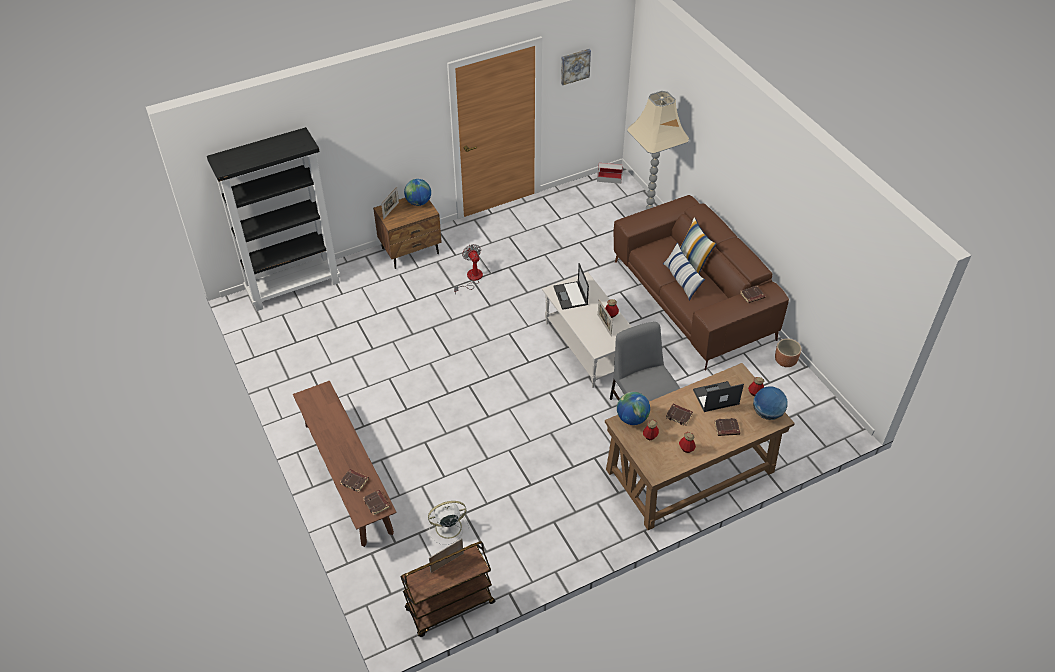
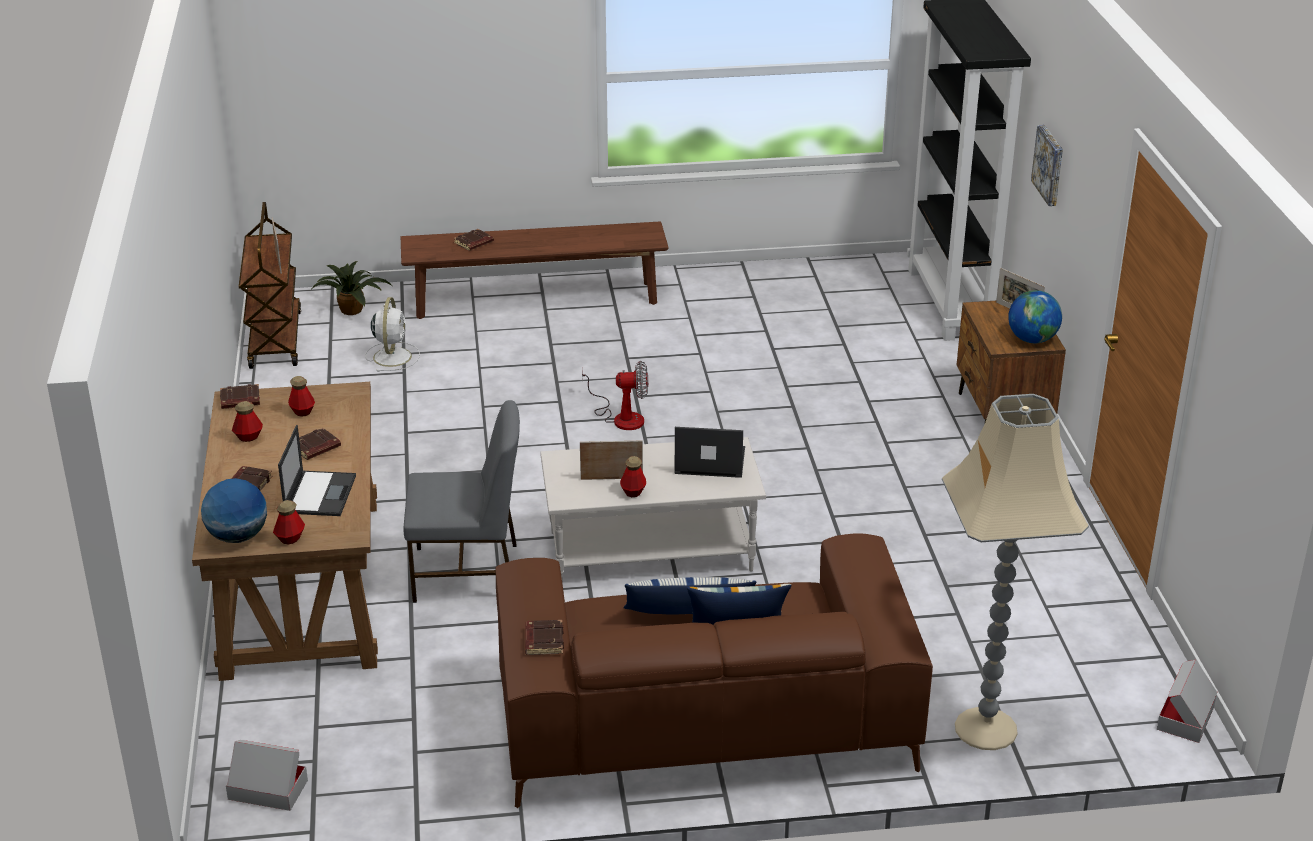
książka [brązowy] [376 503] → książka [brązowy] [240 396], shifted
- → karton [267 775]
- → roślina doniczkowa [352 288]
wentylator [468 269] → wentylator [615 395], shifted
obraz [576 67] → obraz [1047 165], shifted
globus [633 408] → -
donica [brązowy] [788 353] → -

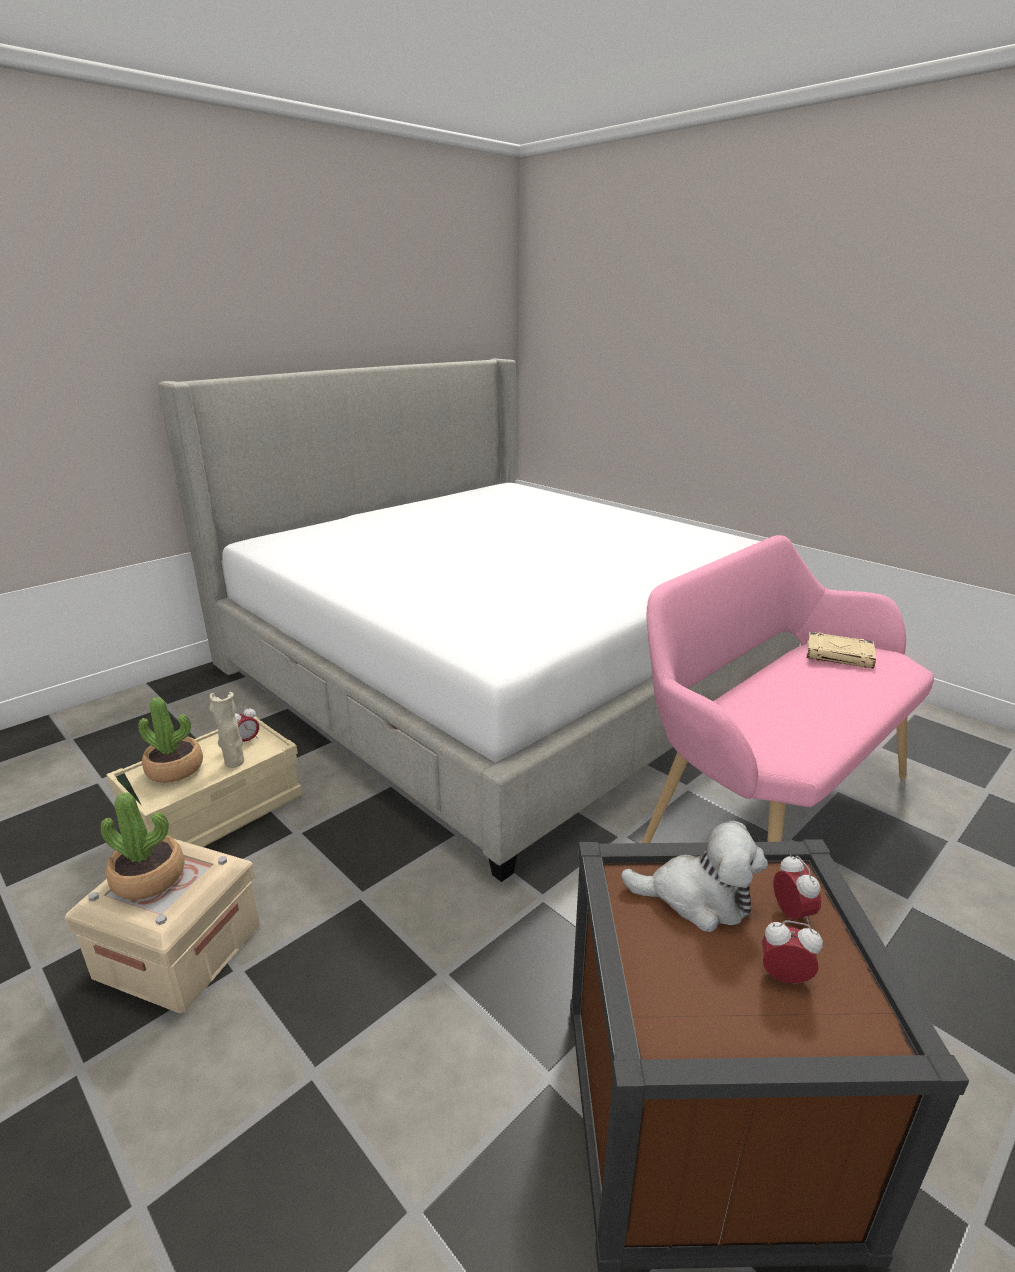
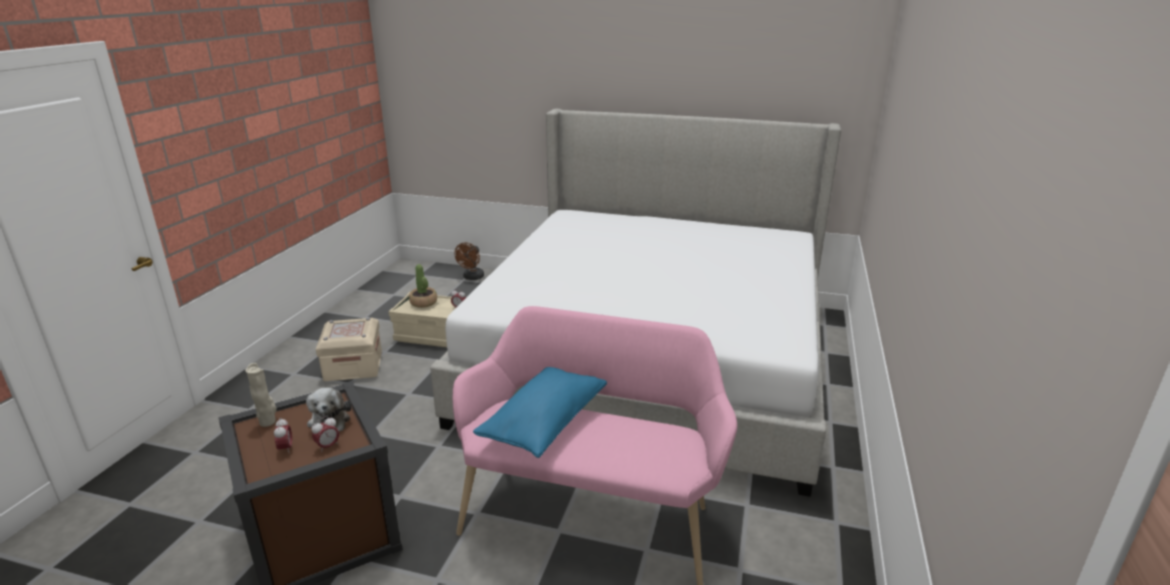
wazon [beżowy] [226 730] → wazon [beżowy] [261 395], shifted
- → wentylator [brązowy] [469 261]
- → poduszka [niebieski] [540 412]
roślina doniczkowa [143 846] → -
książka [beżowy] [841 650] → -

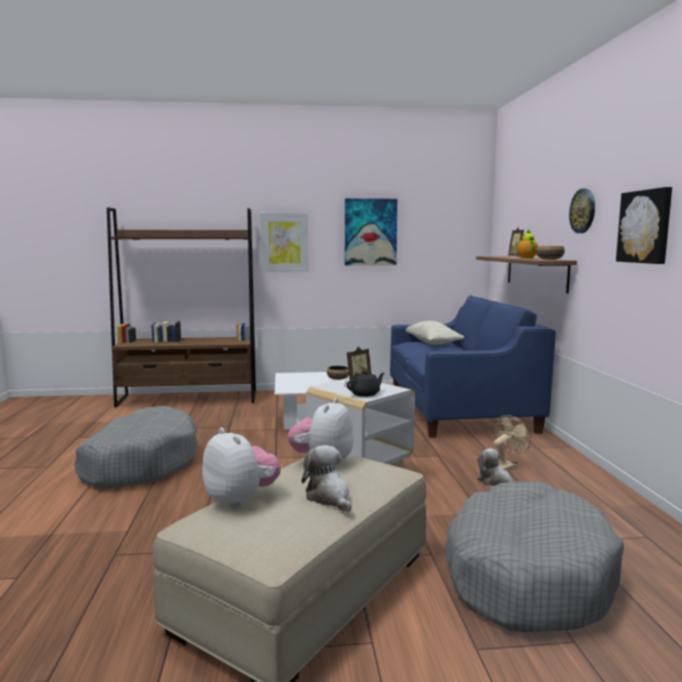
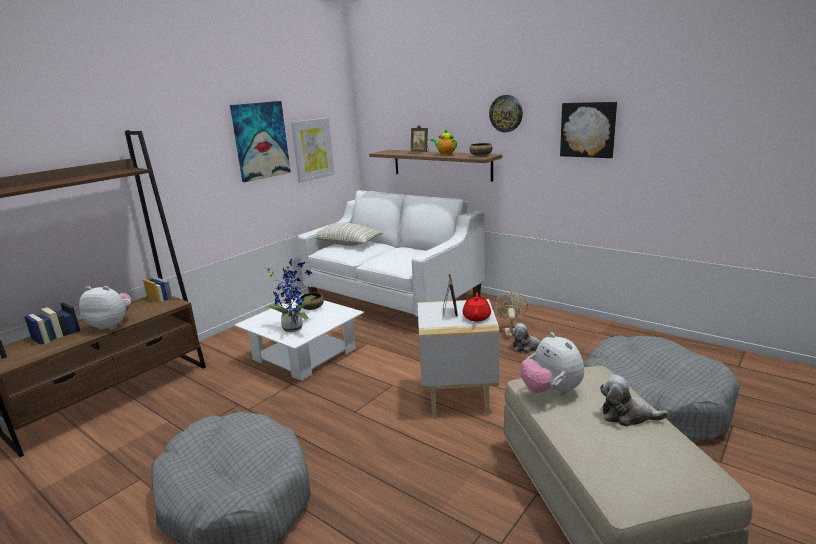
pluszak [241 468] → pluszak [105 308], shifted
- → roślina doniczkowa [290 295]
obraz [284 242] → obraz [312 150], shifted
kanapa [niebieski] [473 366] → kanapa [biały] [391 253]
imbryk [czarny] [365 384] → imbryk [czerwony] [477 307]

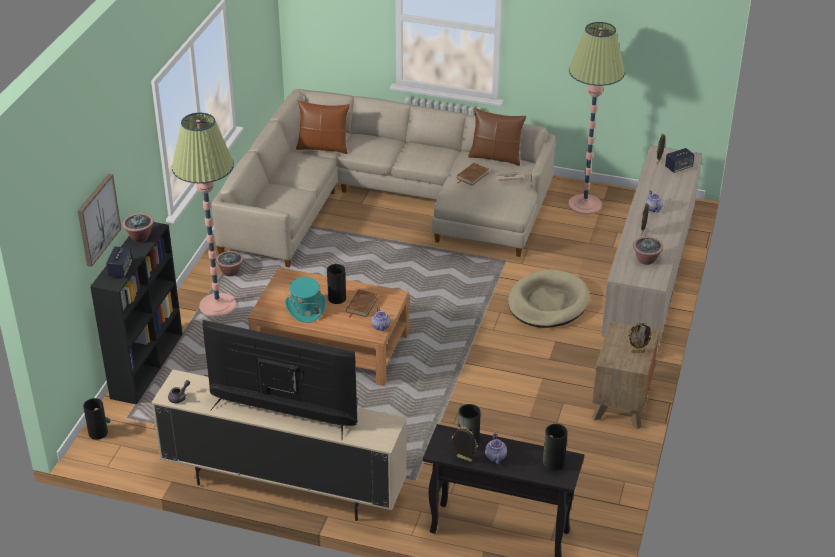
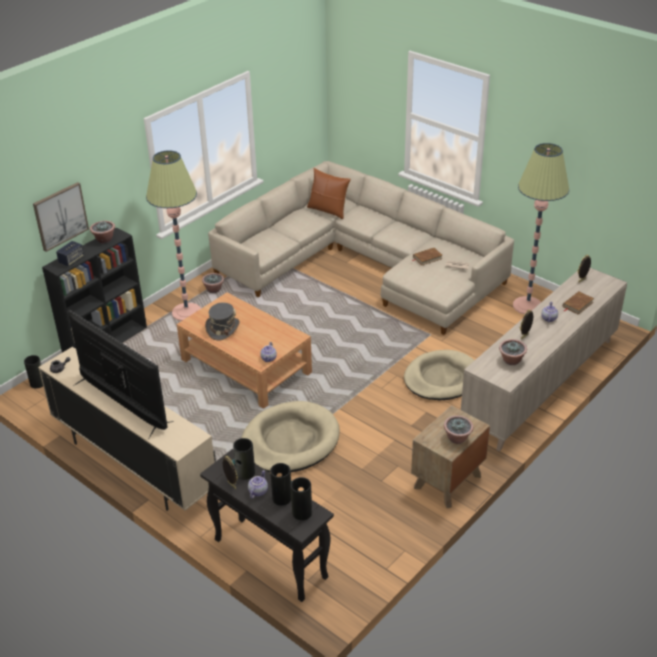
kapelusz [turkusowy] [305 300] → kapelusz [szary] [222 321]
- → legowisko [beżowy] [290 436]
wazon [336 284] → wazon [281 484], shifted
ramka na zdjęcie [640 337] → roślina doniczkowa [459 429]
książka [brązowy] [362 303] → książka [brązowy] [578 303], shifted
poduszka [brązowy] [497 137] → -
głośnik [679 160] → -

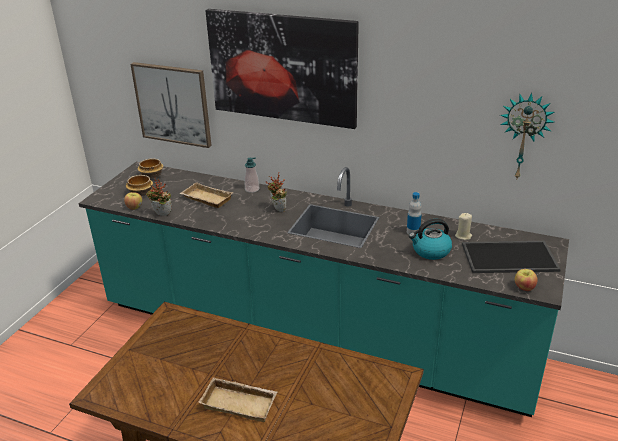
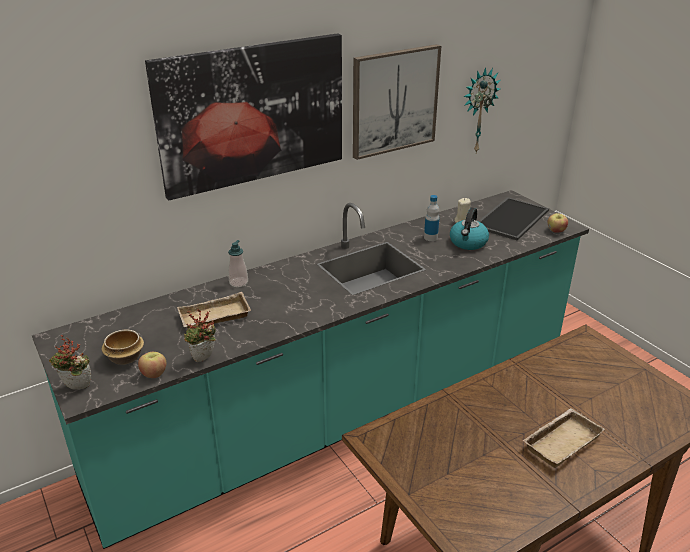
roślina doniczkowa [276 192] → roślina doniczkowa [70 362], shifted
obraz [171 105] → obraz [397 102], shifted
miska [150 168] → -

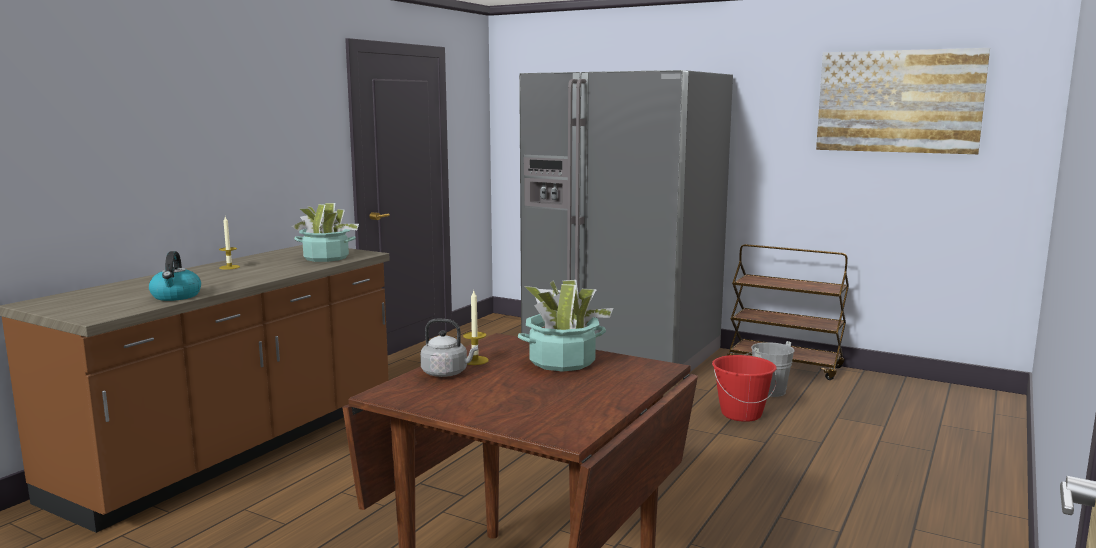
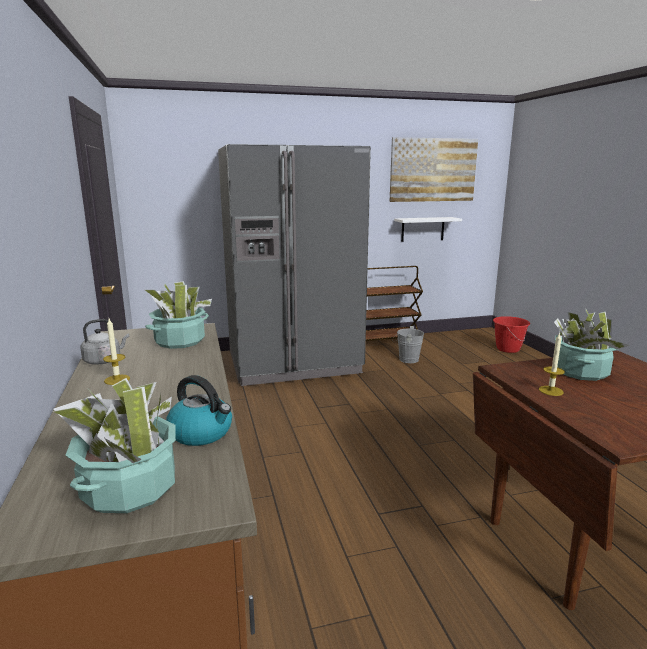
- → roślina doniczkowa [114 445]
czajnik [szary] [449 348] → czajnik [szary] [104 342], shifted
- → półka [biały] [428 229]
wiadro [czerwony] [744 388] → wiadro [czerwony] [511 334], shifted

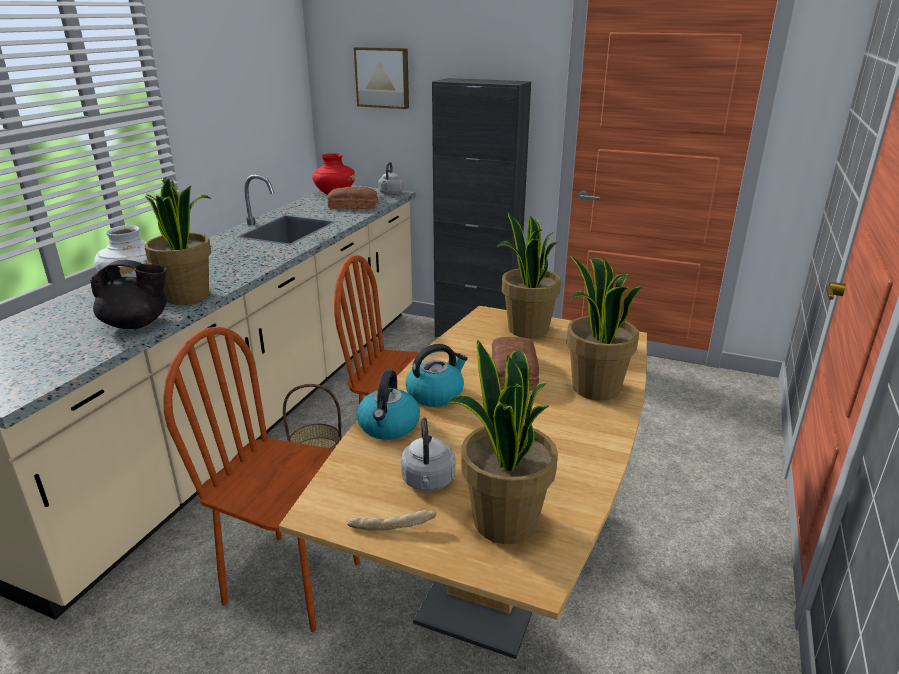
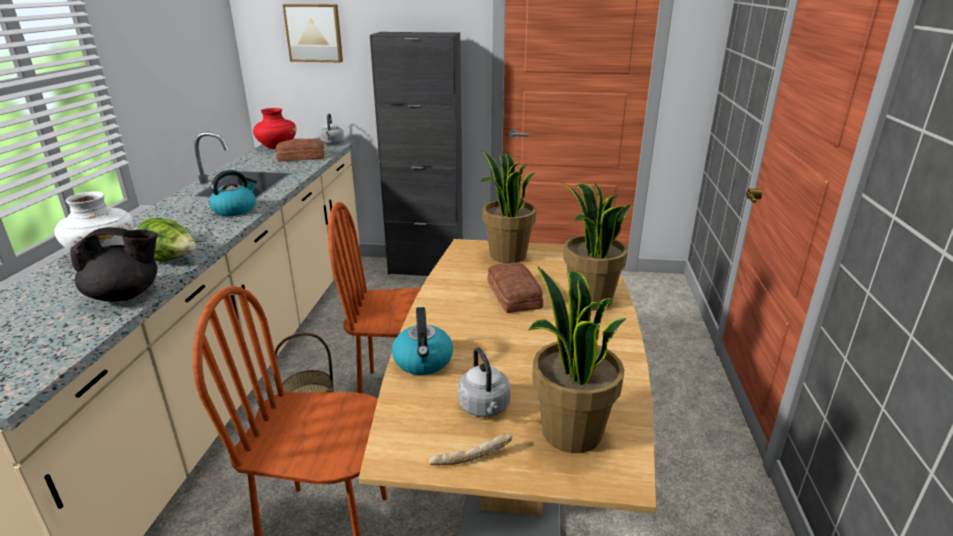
roślina doniczkowa [178 242] → sałata [166 239]
czajnik [436 375] → czajnik [233 193], shifted

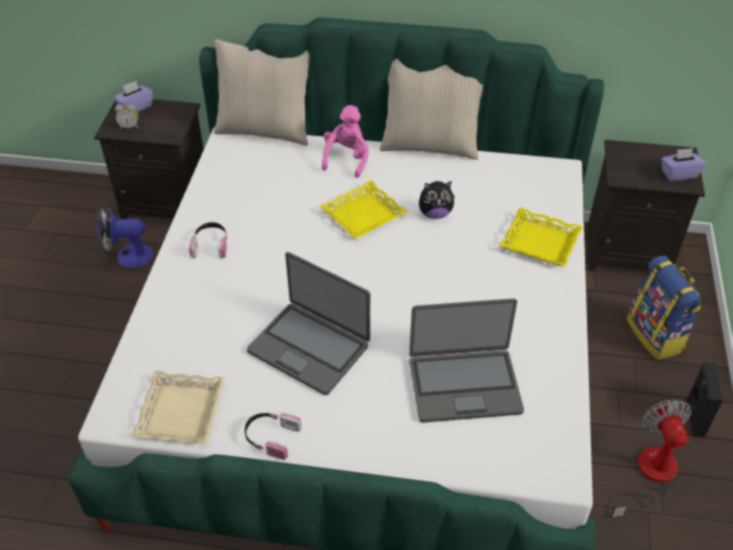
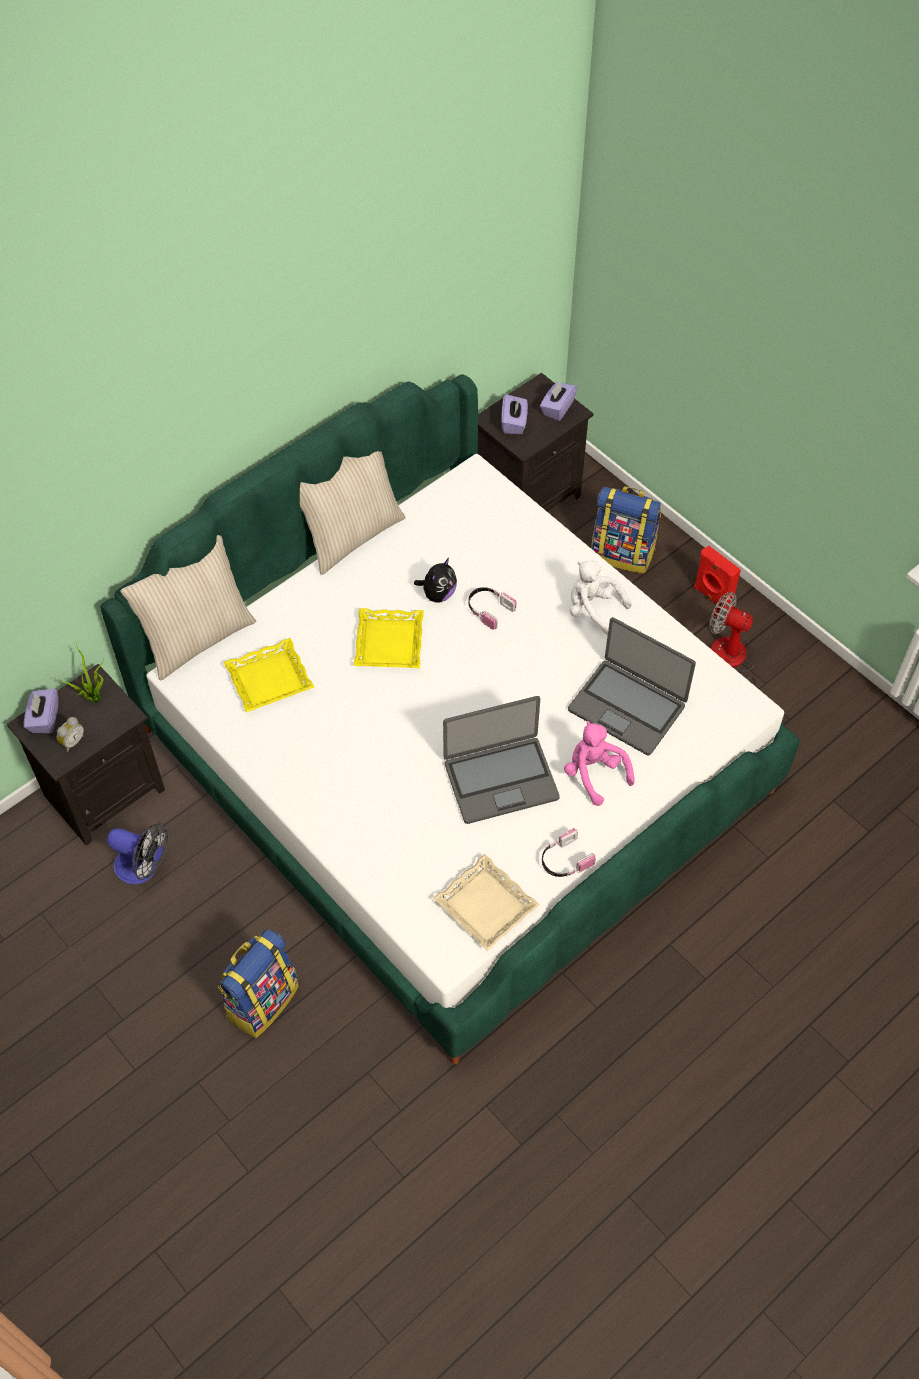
- → roślina doniczkowa [81 671]
wentylator [124 236] → wentylator [137 854], 105 degrees counterclockwise
- → plecak [258 983]
taca [żółty] [541 237] → taca [żółty] [269 675], shifted
słuchawki [208 240] → słuchawki [492 608], shifted
- → pudełko chusteczek [fioletowy] [514 414]
pluszak [różowy] [345 141] → pluszak [różowy] [599 763], shifted
laptop [466 360] → laptop [632 686], 90 degrees clockwise
- → pluszak [biały] [600 598]
głośnik [czarny] [704 399] → głośnik [czerwony] [717 577]

